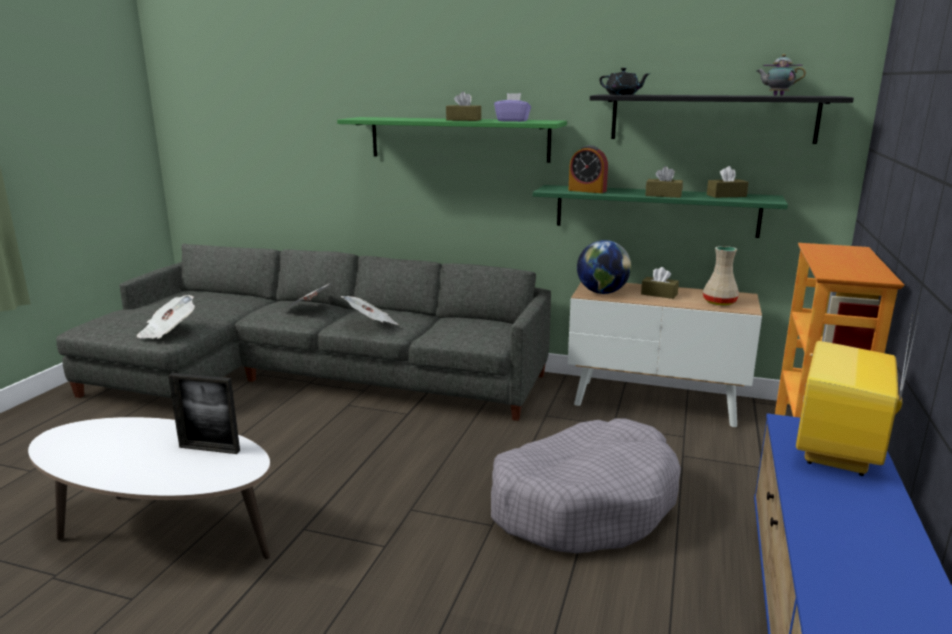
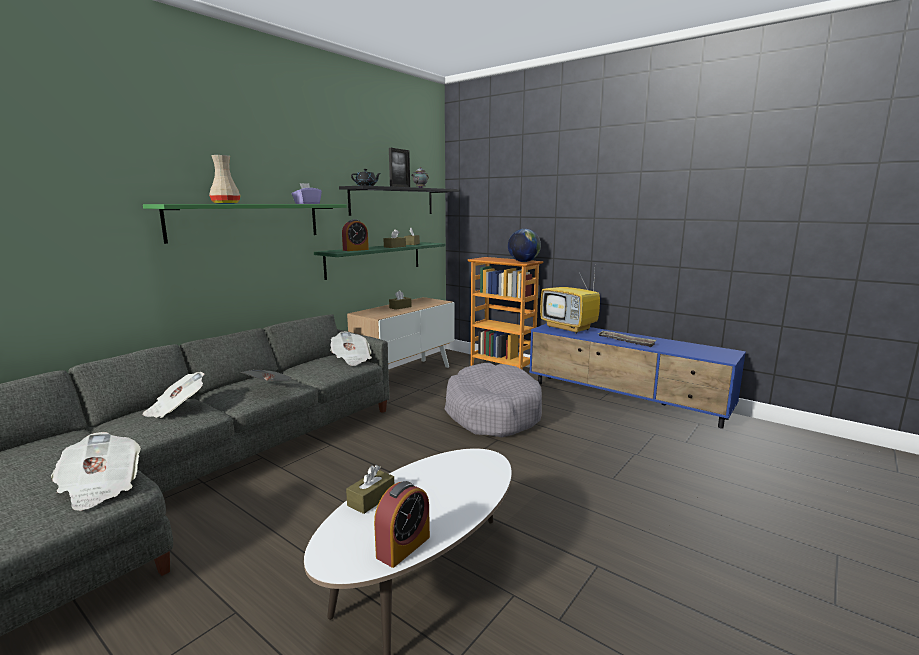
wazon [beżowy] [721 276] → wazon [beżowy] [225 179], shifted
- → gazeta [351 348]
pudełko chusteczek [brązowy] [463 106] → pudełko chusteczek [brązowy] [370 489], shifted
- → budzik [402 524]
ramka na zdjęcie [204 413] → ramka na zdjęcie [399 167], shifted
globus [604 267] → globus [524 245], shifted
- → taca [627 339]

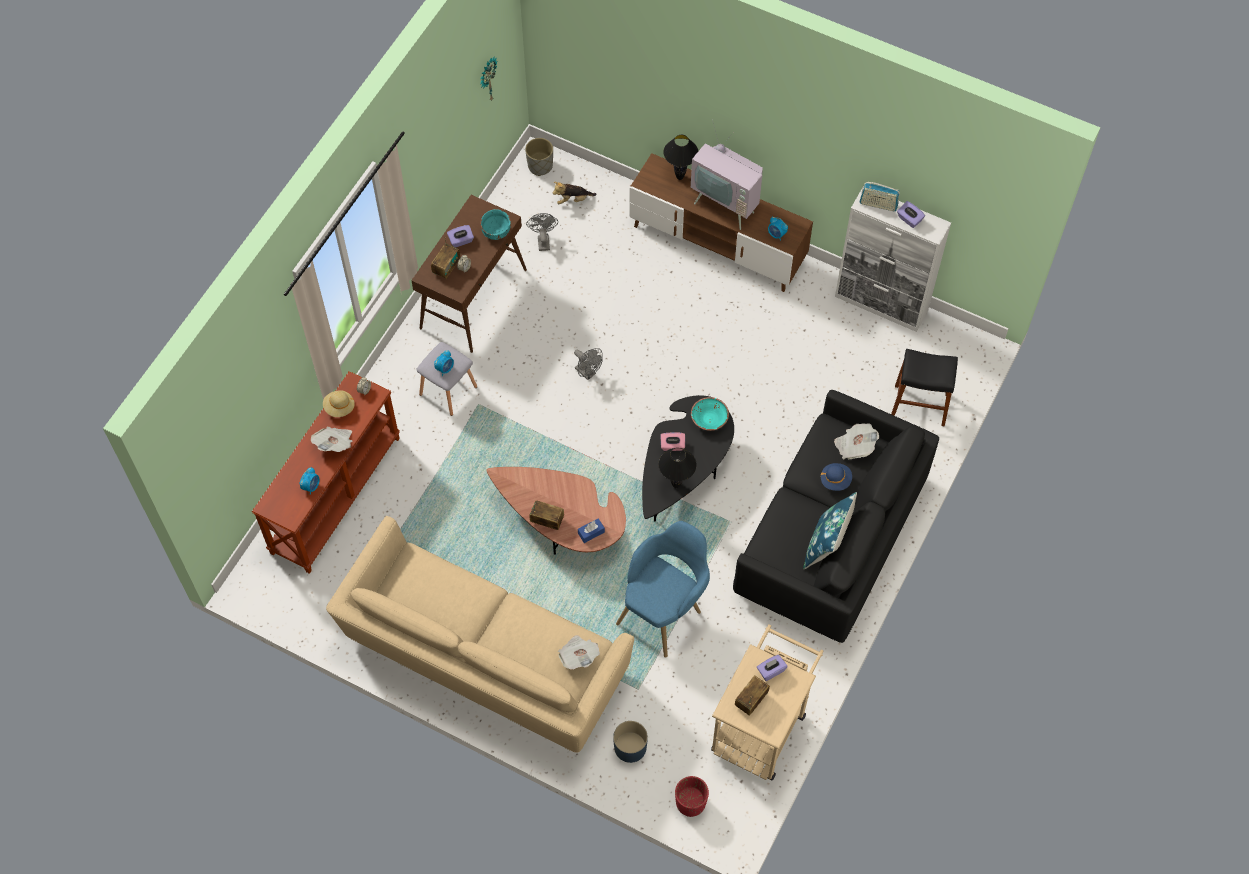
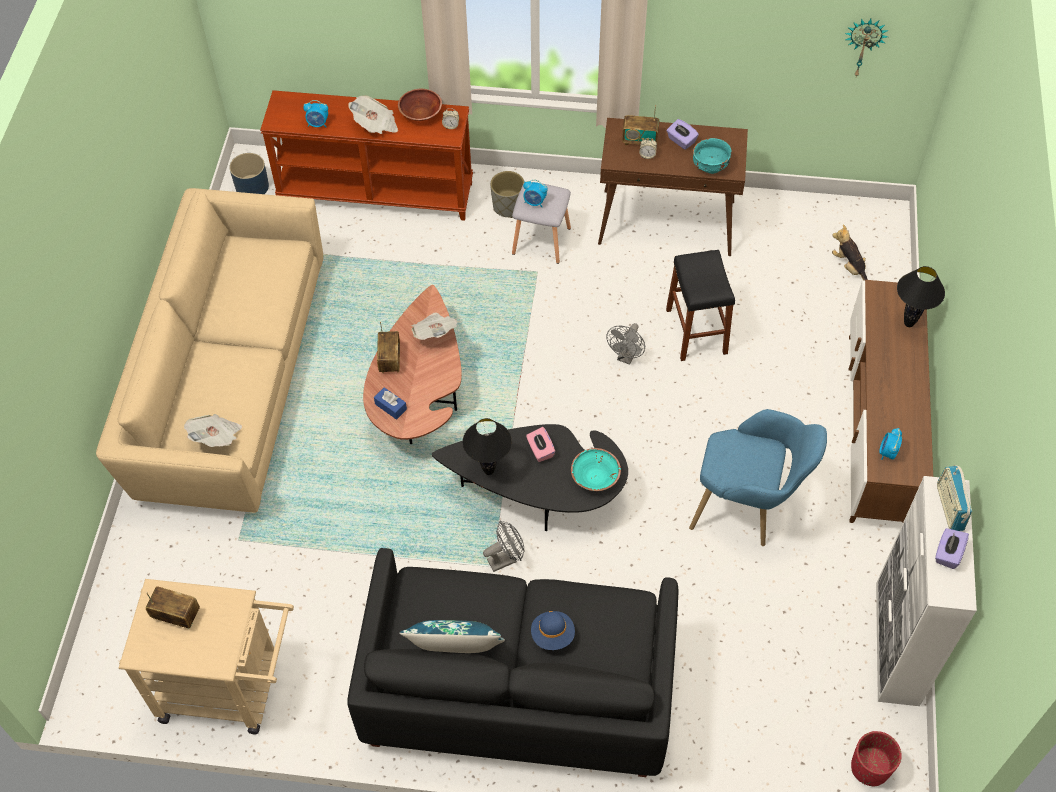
donica [niebieski] [630 742] → donica [niebieski] [249 173], shifted
kapelusz [beżowy] [339 403] → miska [brązowy] [420 105]
gazeta [856 441] → gazeta [434 326], shifted
wentylator [szary] [542 232] → wentylator [szary] [504 546], shifted
donica [szary] [539 157] → donica [szary] [507 194], shifted
stołek [czarny] [924 387] → stołek [czarny] [700 305], shifted
fotel [niebieski] [663 589] → fotel [niebieski] [758 477], shifted
donica [czerwony] [692 796] → donica [czerwony] [876 759], shifted
telewizor [727 181] → -
pudełko chusteczek [fioletowy] [772 668] → -

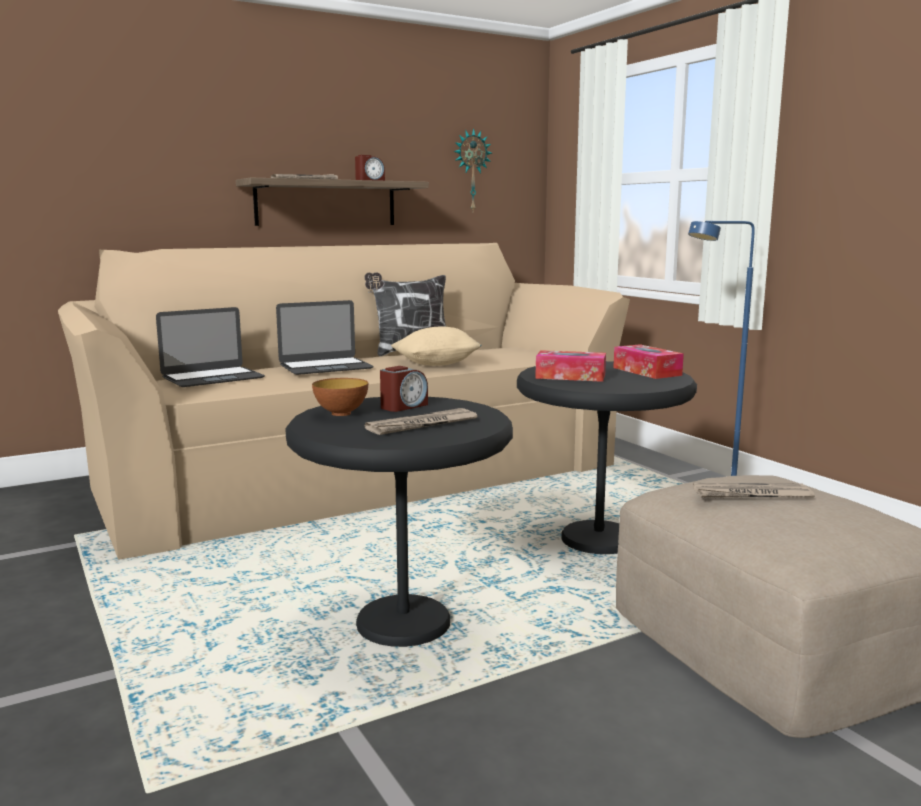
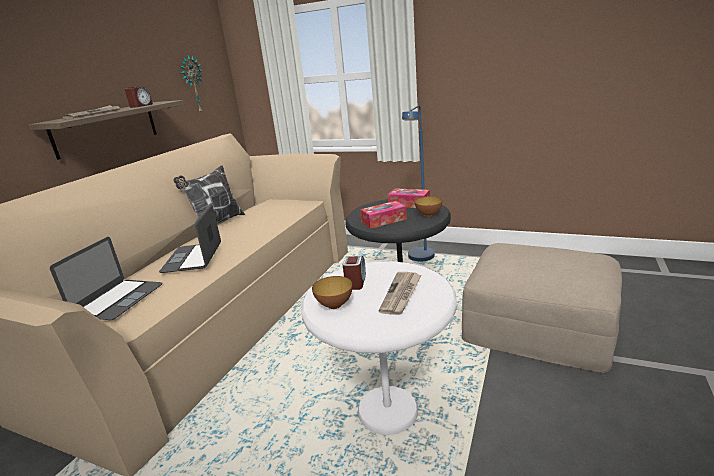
laptop [325 337] → laptop [190 238], 150 degrees clockwise
stolik [czarny] [399 522] → stolik [biały] [379 348]
- → miska [428 206]
poduszka [beżowy] [436 346] → -
gazeta [754 490] → -

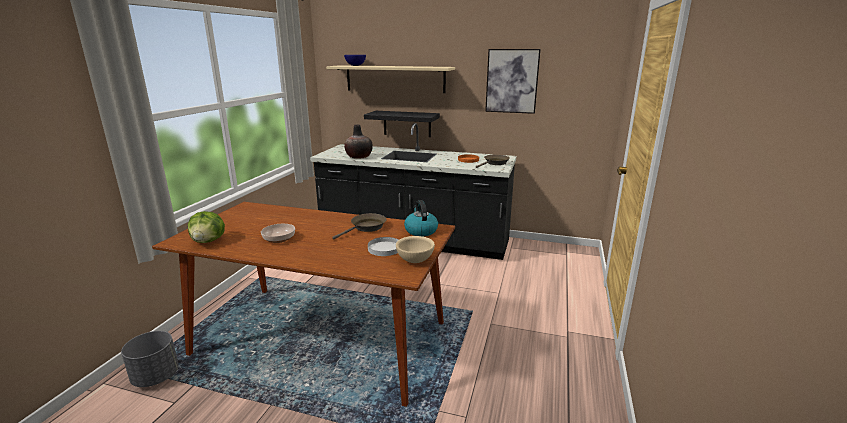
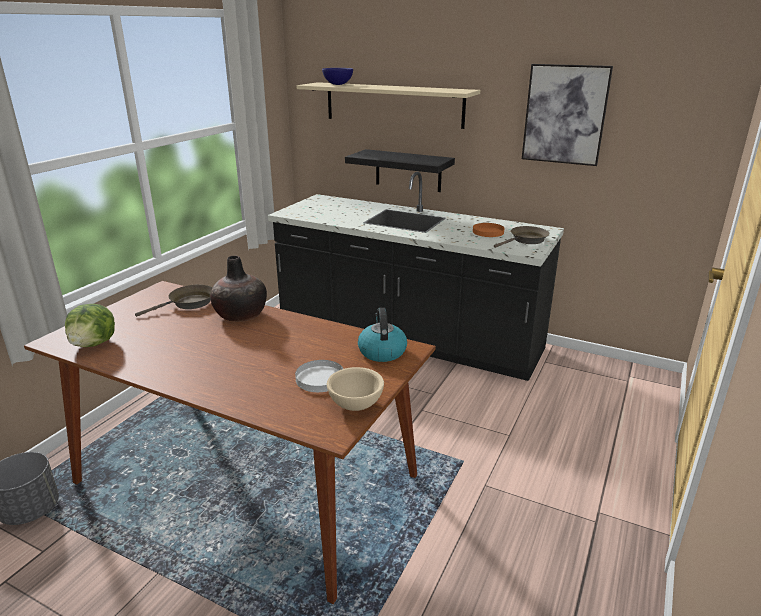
patelnia [brązowy] [359 226] → patelnia [brązowy] [173 301], shifted
wazon [358 141] → wazon [238 289], shifted
miska [278 233] → -

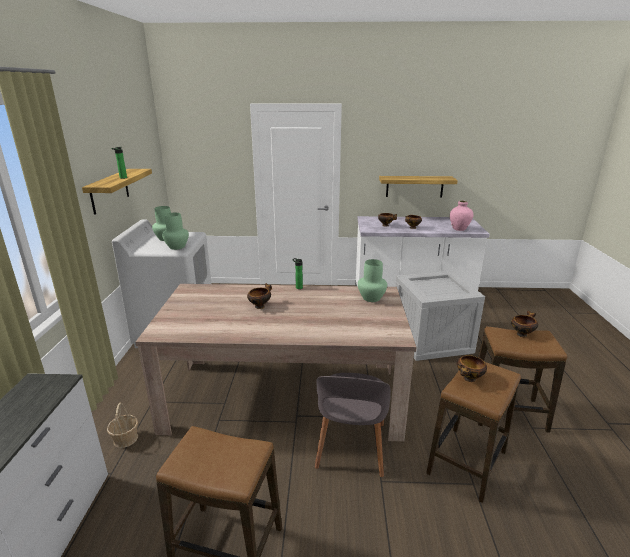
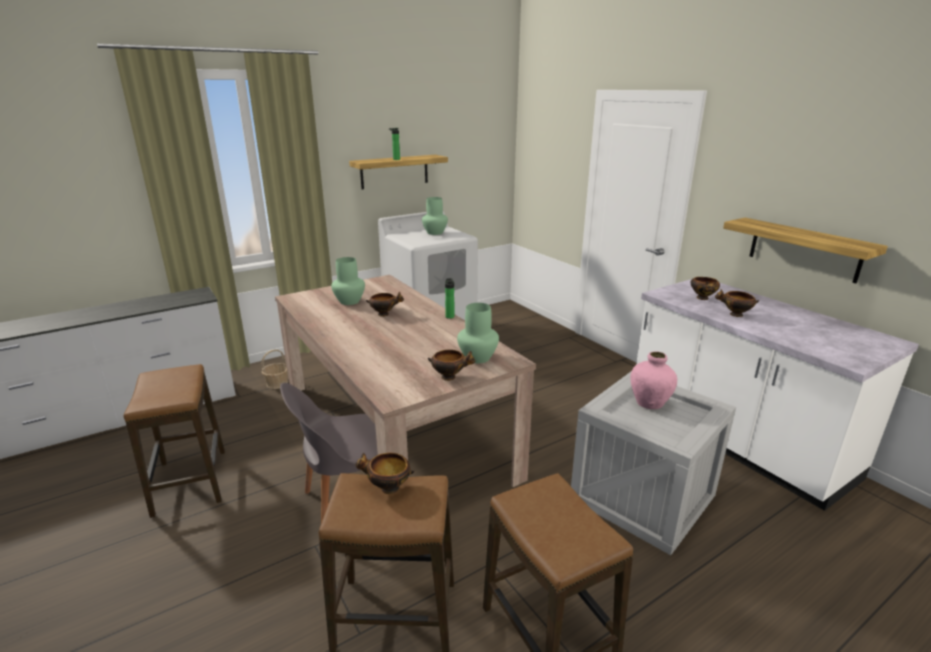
wazon [zielony] [175 231] → wazon [zielony] [348 281], shifted
miska [524 324] → miska [451 365], shifted
wazon [różowy] [461 216] → wazon [różowy] [653 380], shifted

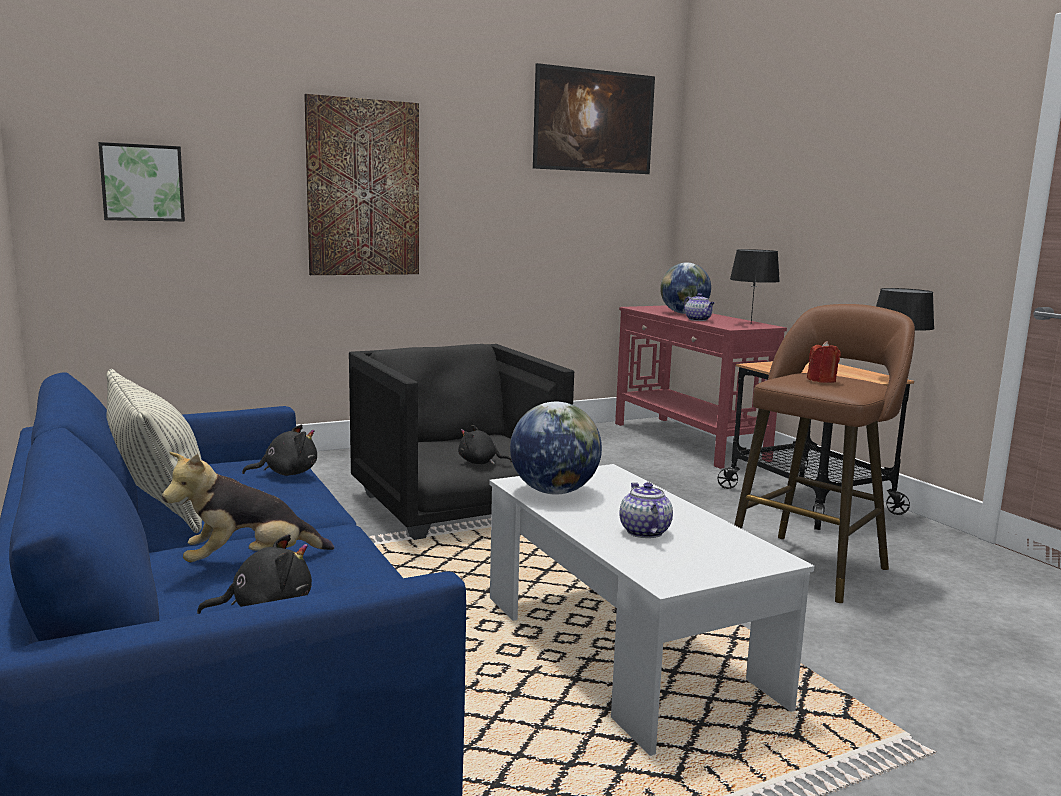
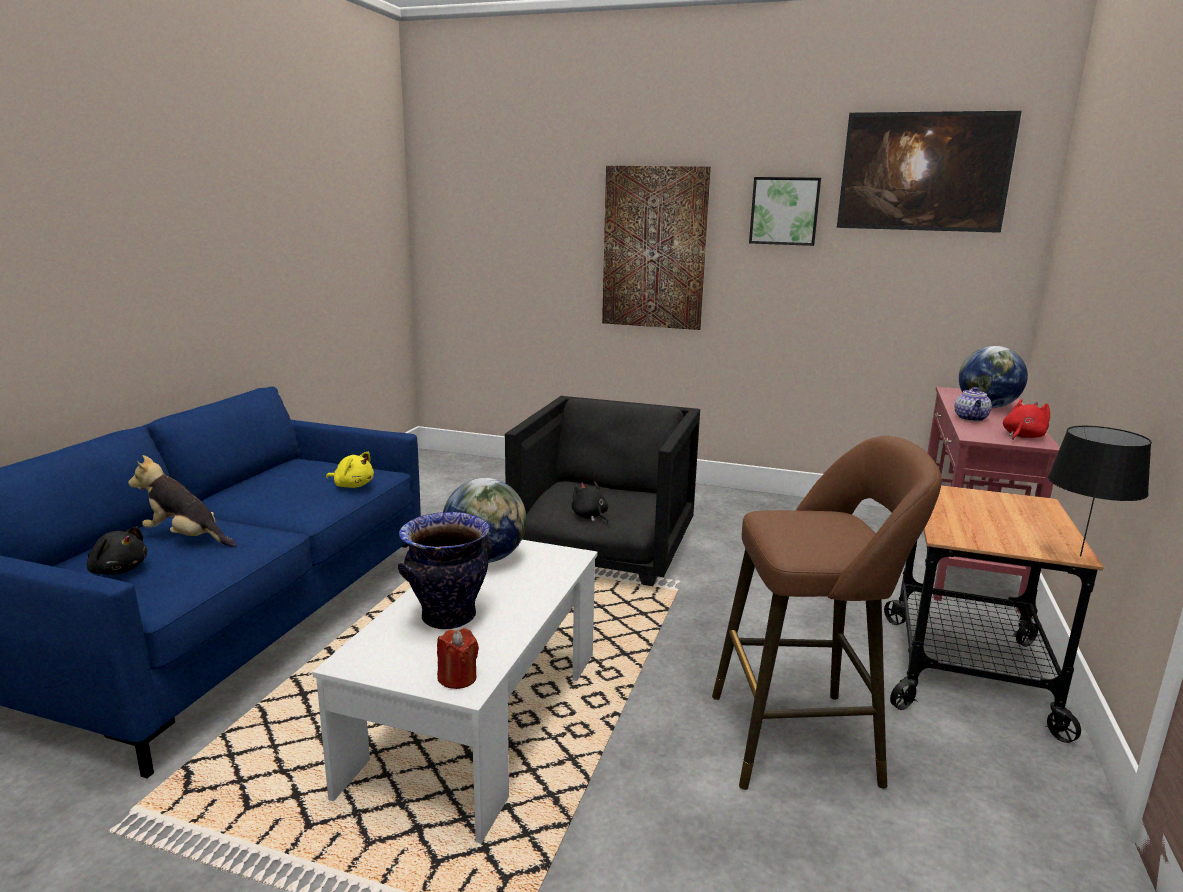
pluszak [czarny] [279 450] → pluszak [żółty] [350 470]
imbryk [646 510] → wazon [445 571]
świeca [czerwony] [824 362] → świeca [czerwony] [458 658], shifted
obraz [141 181] → obraz [785 211], shifted
lampa stołowa [czarny] [755 286] → pluszak [czerwony] [1026 419]
poduszka [154 451] → -

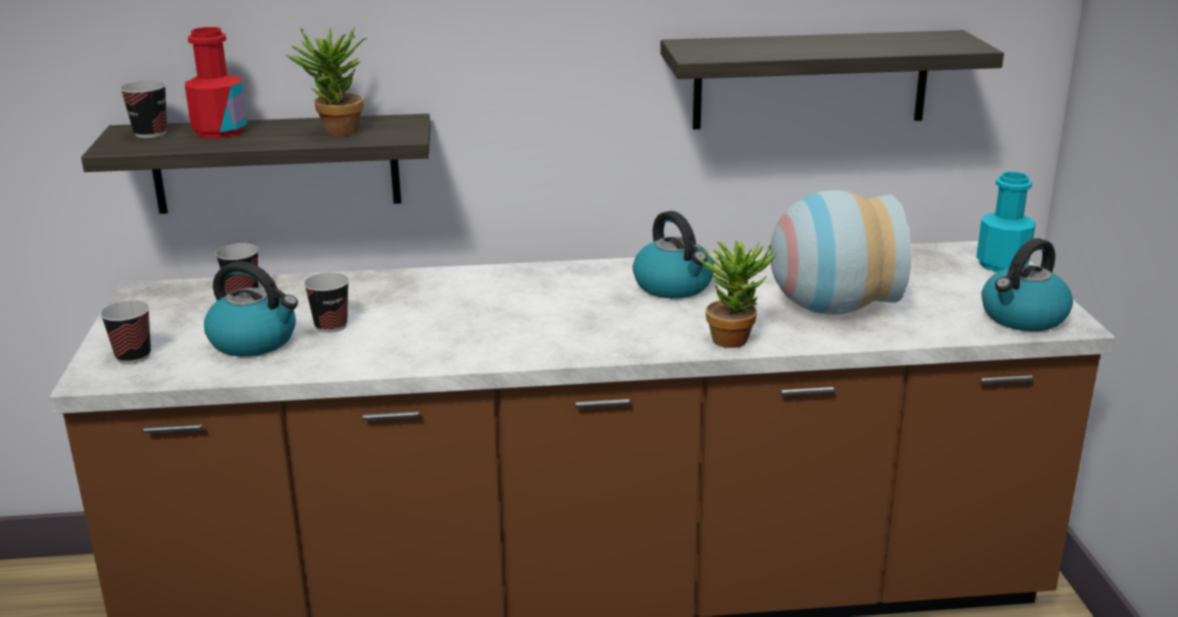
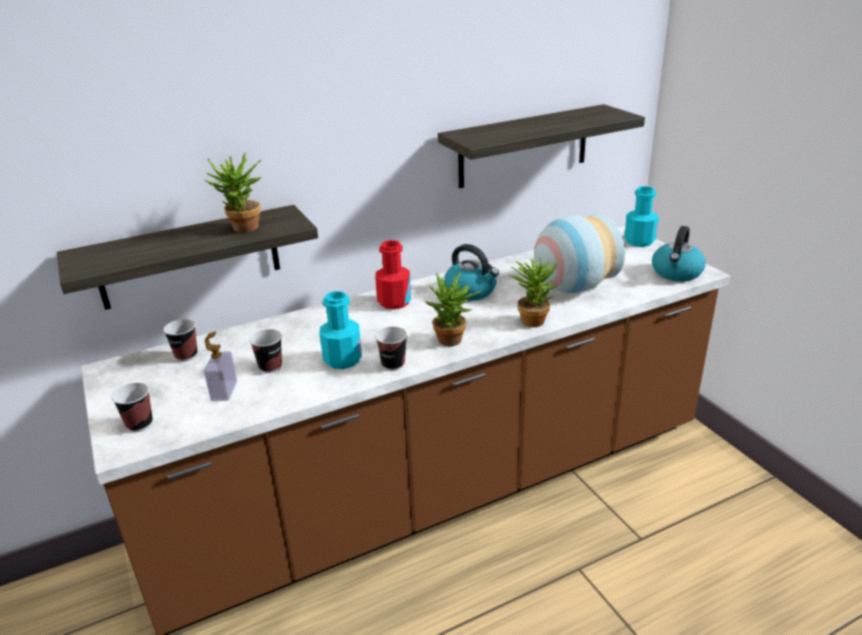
czajnik [251 309] → dozownik mydła [220 366]
- → butelka [turkusowy] [341 330]
butelka [czerwony] [216 82] → butelka [czerwony] [393 274], shifted
filiżanka [143 109] → filiżanka [391 349], shifted
- → roślina doniczkowa [453 309]

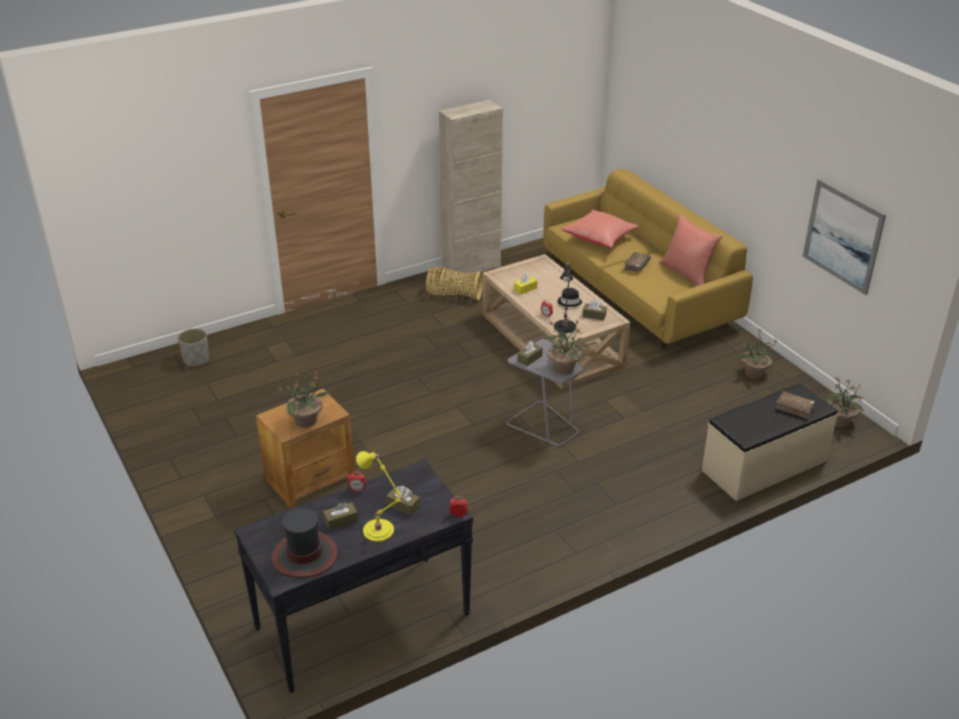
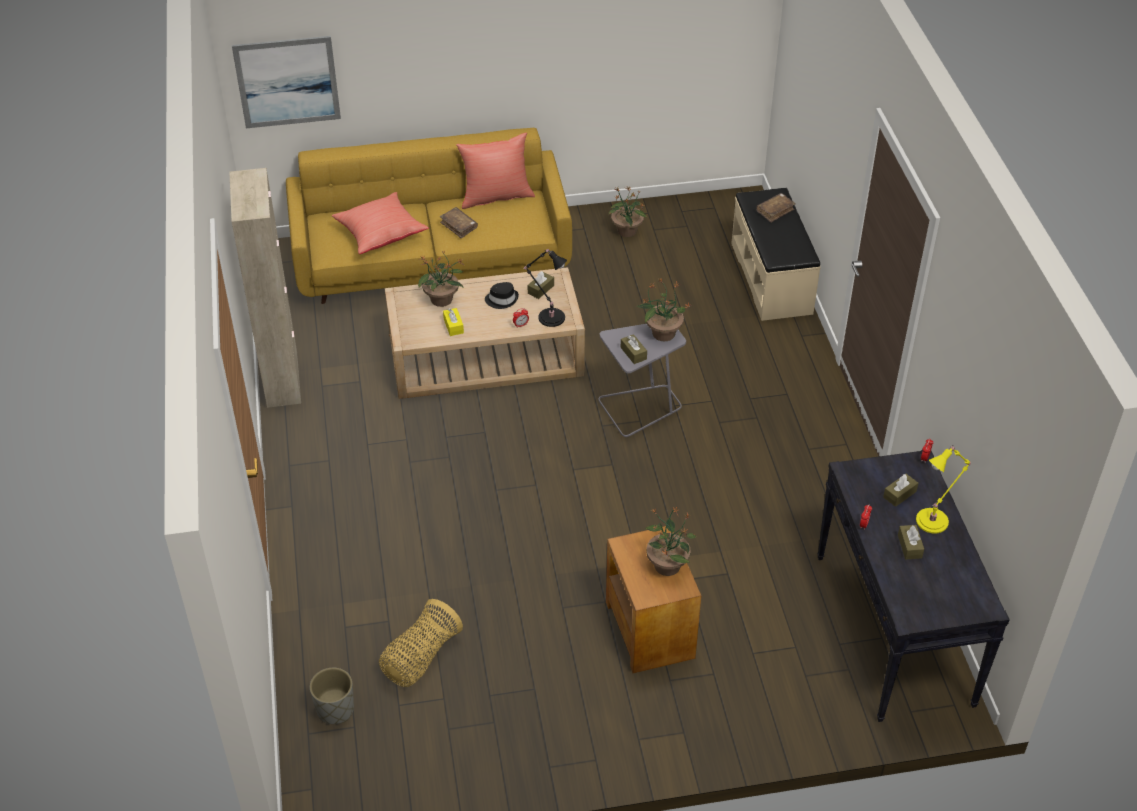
obraz [844 237] → obraz [286 82], shifted
koszyk [454 283] → koszyk [421 643], shifted
roślina doniczkowa [844 402] → roślina doniczkowa [441 279], shifted
kapelusz [305 543] → -

